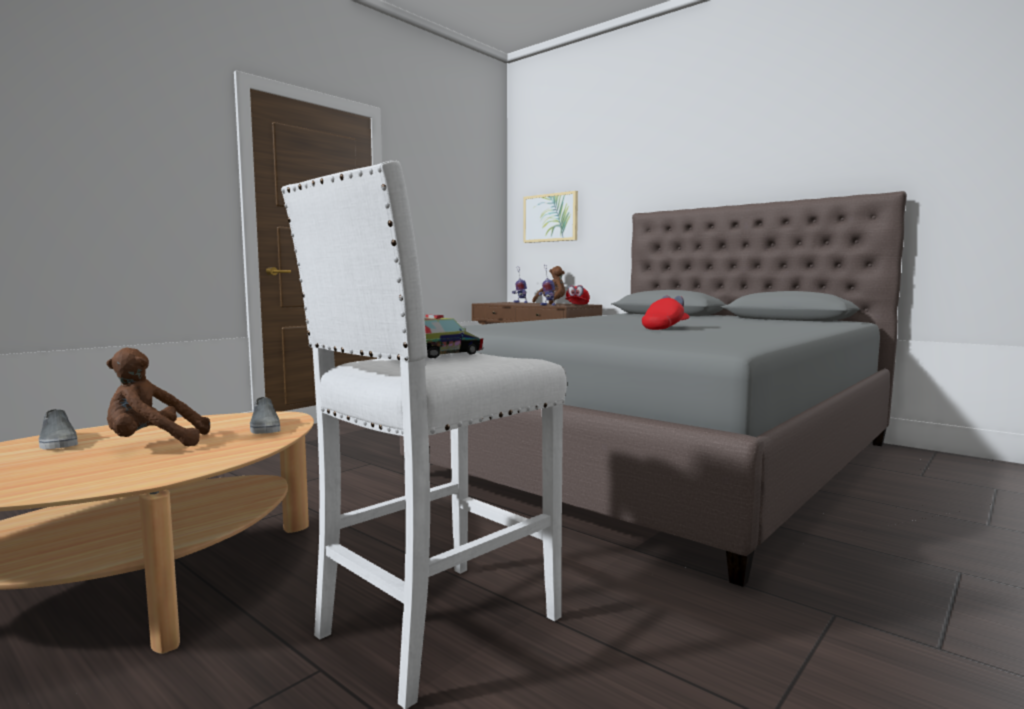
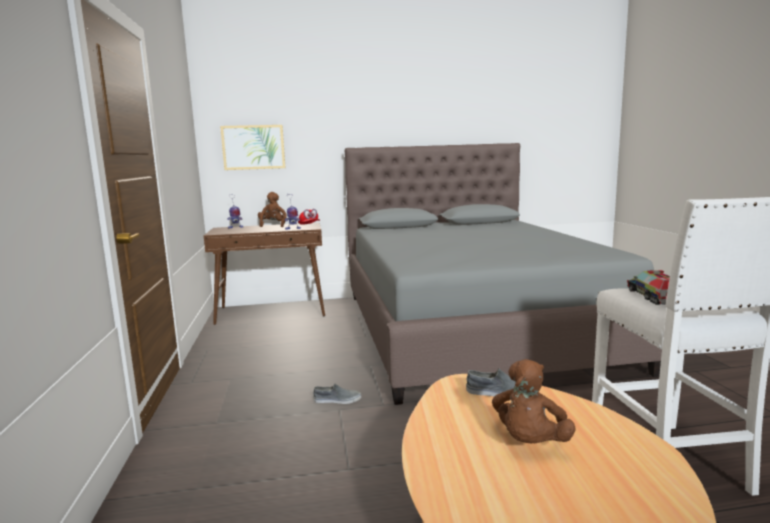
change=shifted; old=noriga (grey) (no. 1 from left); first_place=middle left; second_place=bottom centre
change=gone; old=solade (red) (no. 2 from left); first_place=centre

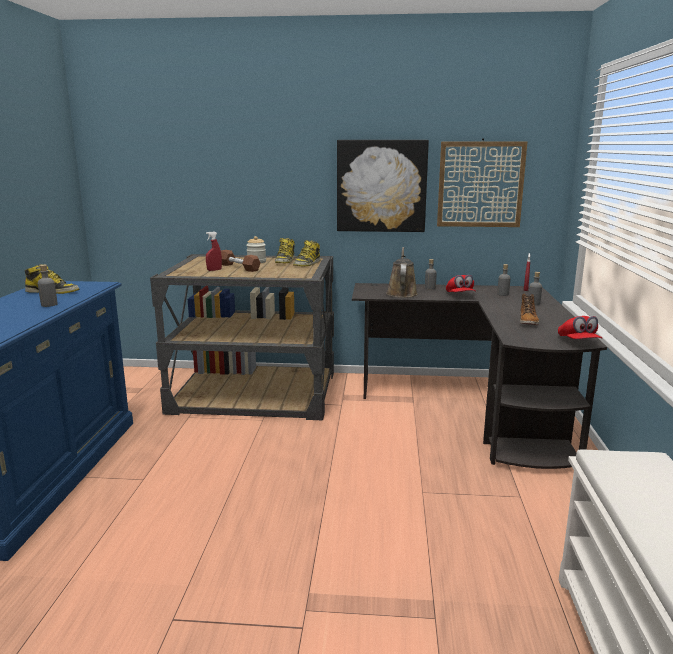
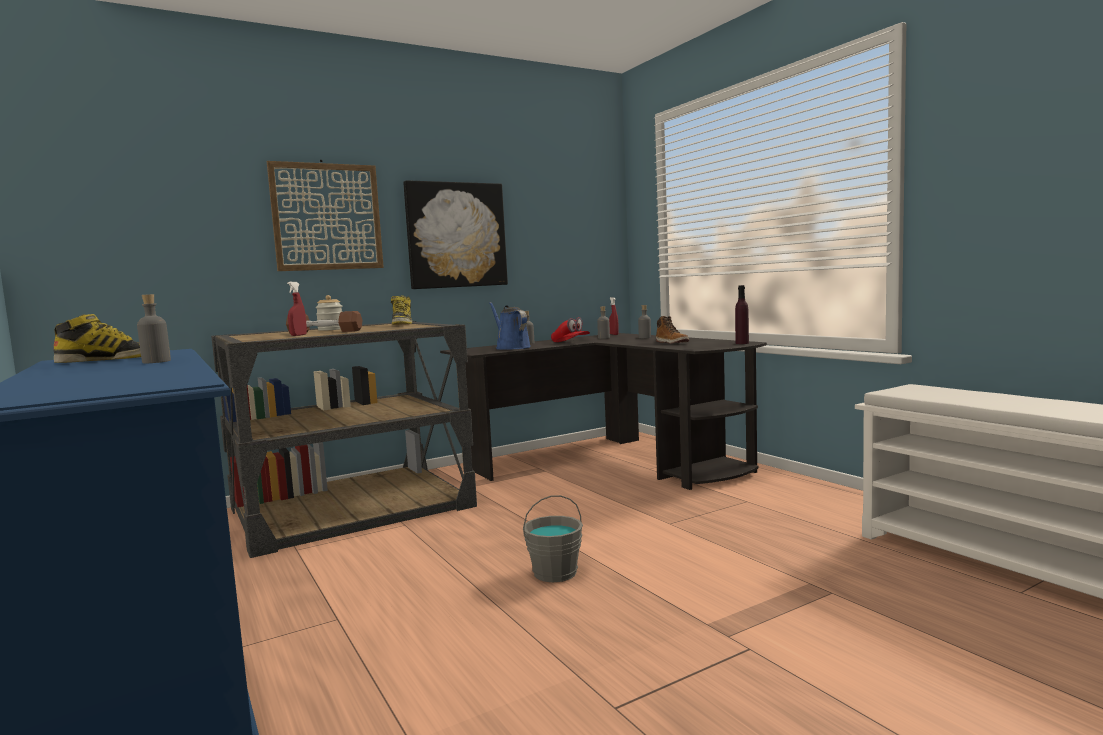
change=gone; old=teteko (no. 2 from left); first_place=centre
change=repainted; old=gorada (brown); new=gorada (blue); first_place=centre; second_place=centre
change=shifted; old=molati (no. 2 from left in the first image); new=molati (no. 1 from left); first_place=top right; second_place=top left
change=swapped; old=solade (red) (no. 2 from left); new=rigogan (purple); first_place=middle right; second_place=middle right
change=new; new=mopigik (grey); second_place=bottom centre

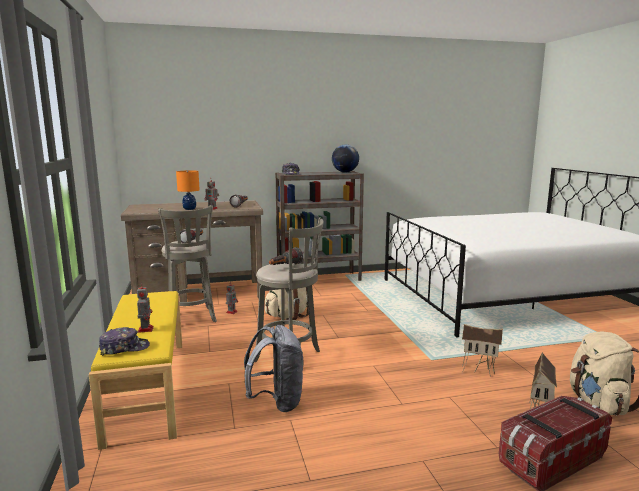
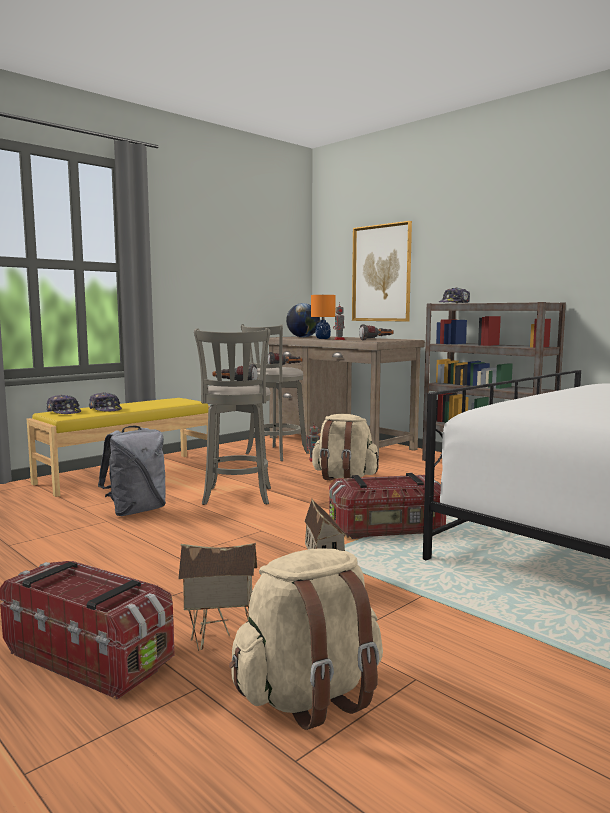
change=swapped; old=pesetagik (no. 1 from left); new=solade (no. 2 from left); first_place=middle left; second_place=middle left
change=shifted; old=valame; first_place=top centre; second_place=centre
change=new; new=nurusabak (no. 2 from left); second_place=centre
change=new; new=molati; second_place=centre

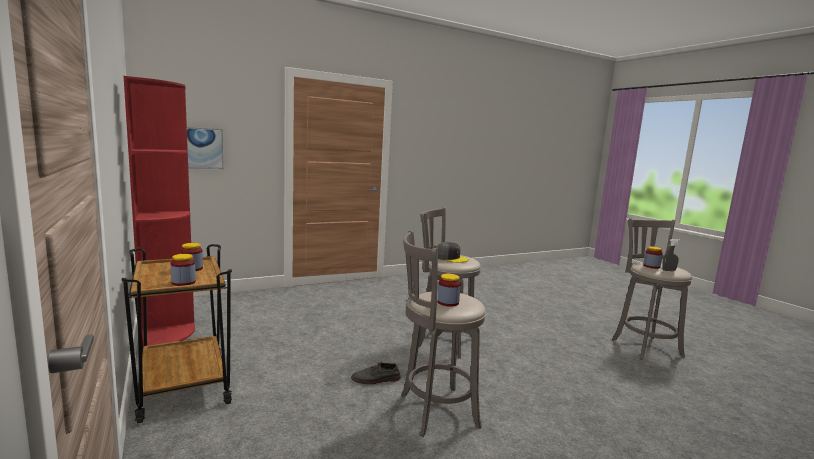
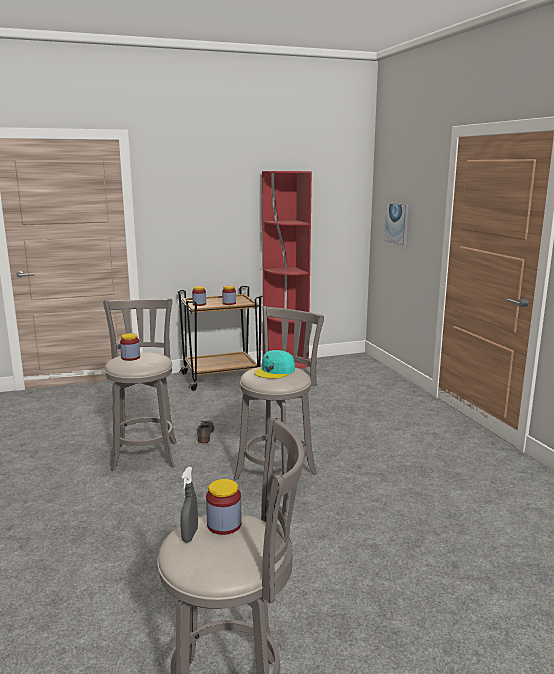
change=repainted; old=solade (grey); new=solade (turquoise); first_place=centre; second_place=centre

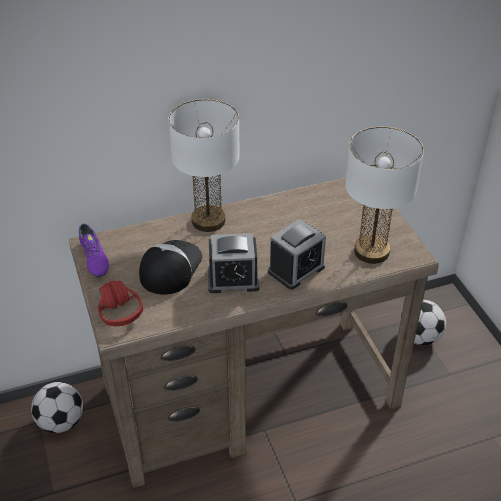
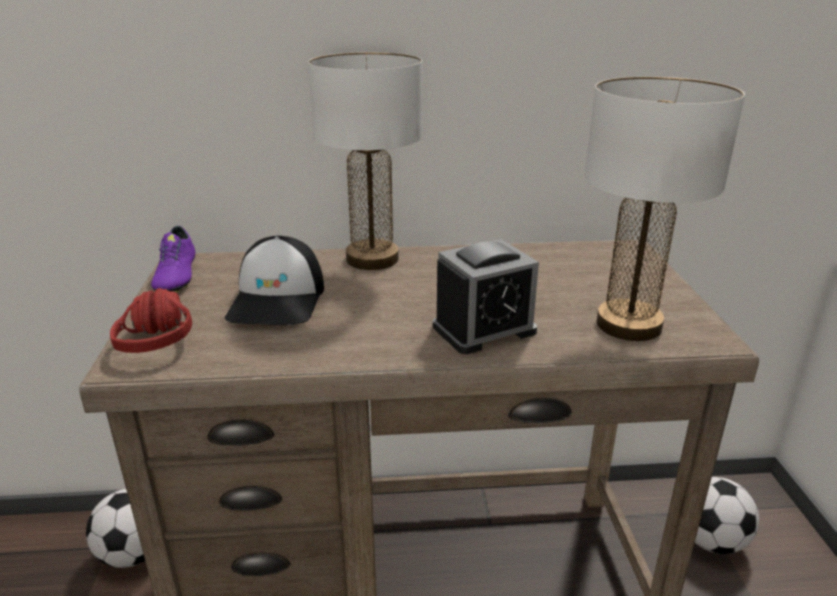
change=rotated; old=solade; first_place=centre; second_place=middle left; degrees=150
change=gone; old=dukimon (no. 1 from left); first_place=centre

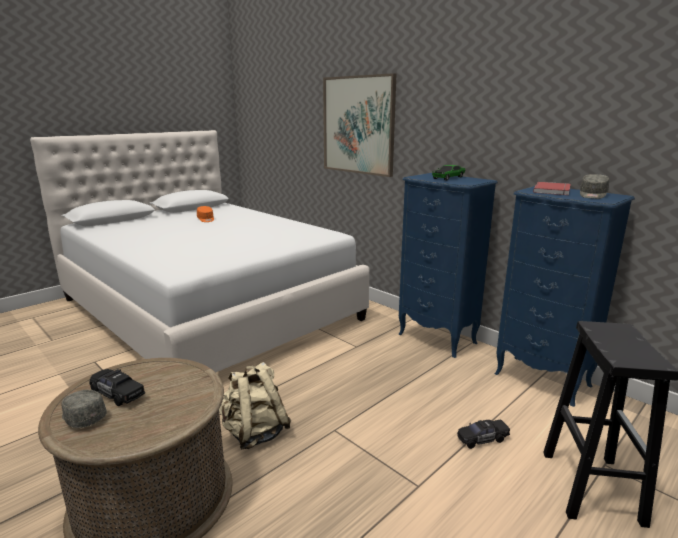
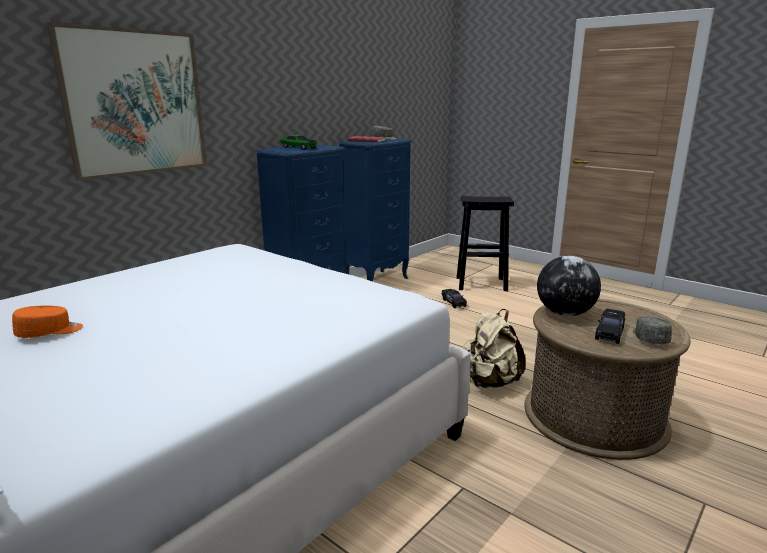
change=rotated; old=solade (grey) (no. 1 from left in the first image); first_place=bottom left; second_place=middle right; degrees=150
change=new; new=valame; second_place=middle right

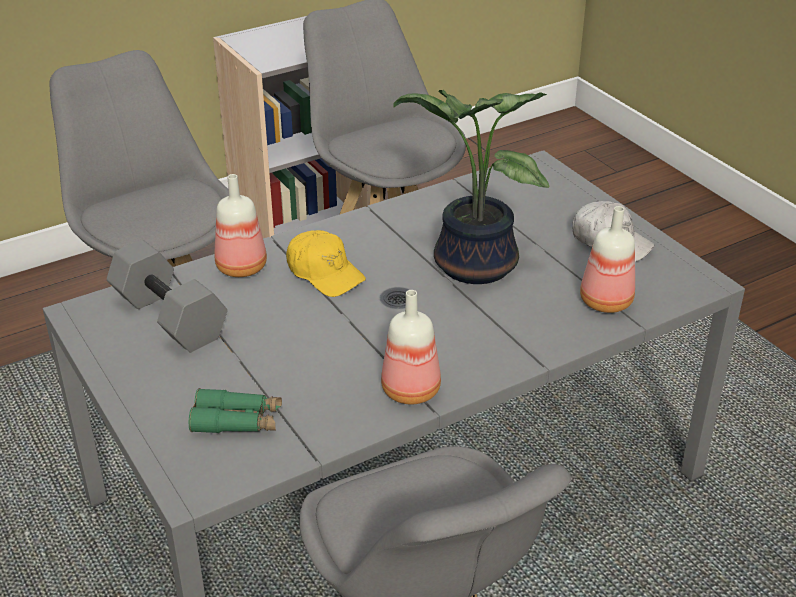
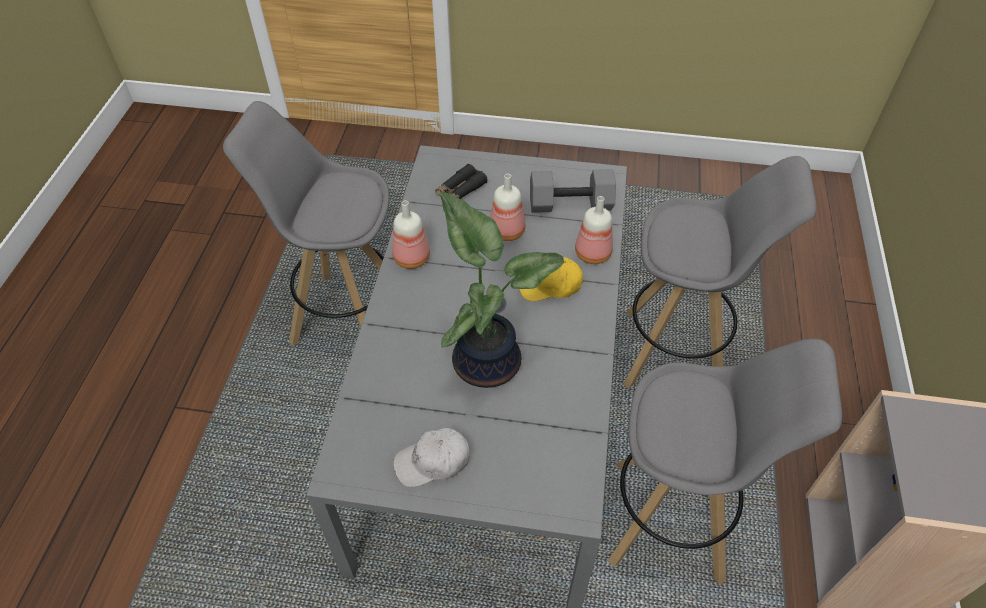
change=repainted; old=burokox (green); new=burokox (black); first_place=bottom left; second_place=top centre
change=shifted; old=rigogan (no. 3 from left in the first image); new=rigogan (no. 2 from left); first_place=middle right; second_place=centre

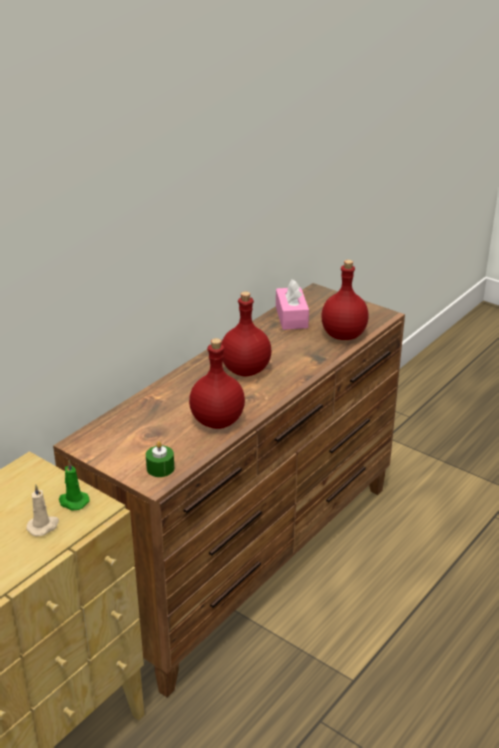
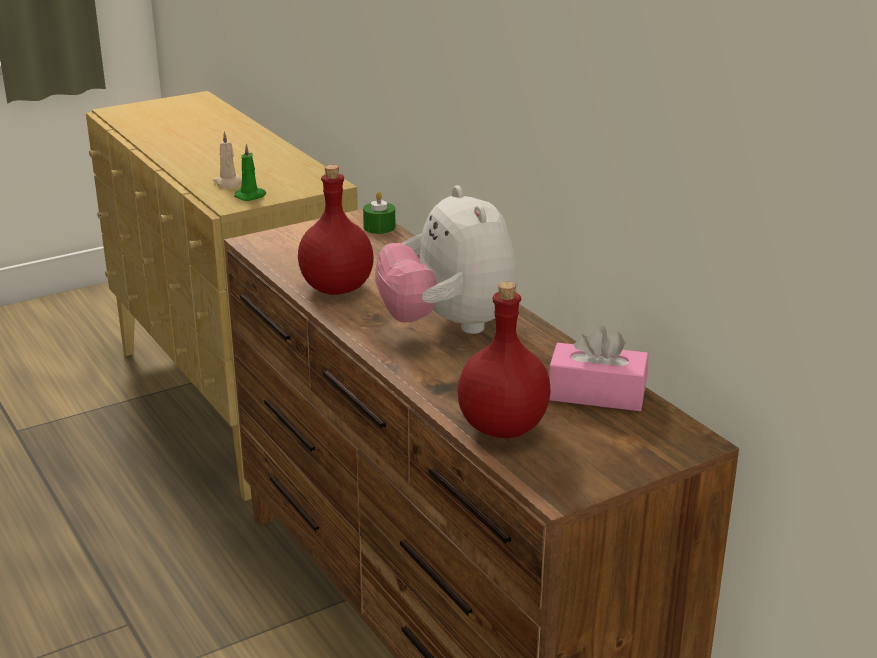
change=shifted; old=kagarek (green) (no. 2 from left); first_place=middle left; second_place=top centre
change=swapped; old=rigogan (red) (no. 2 from left); new=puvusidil; first_place=centre; second_place=centre

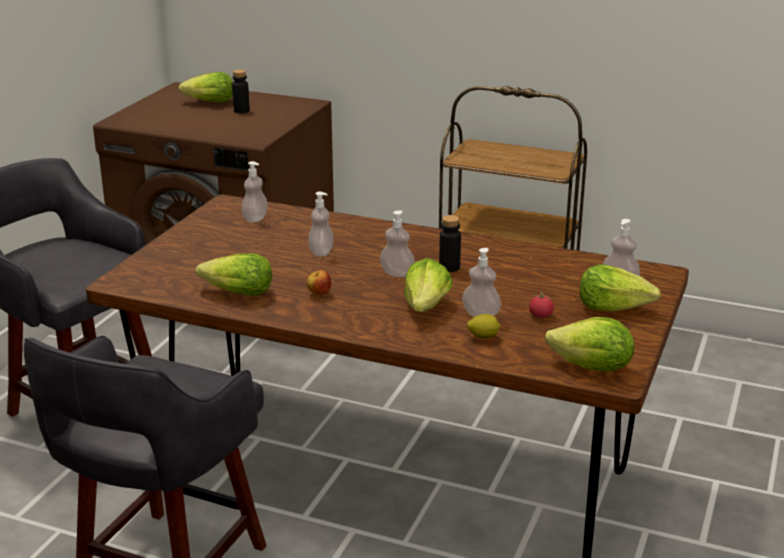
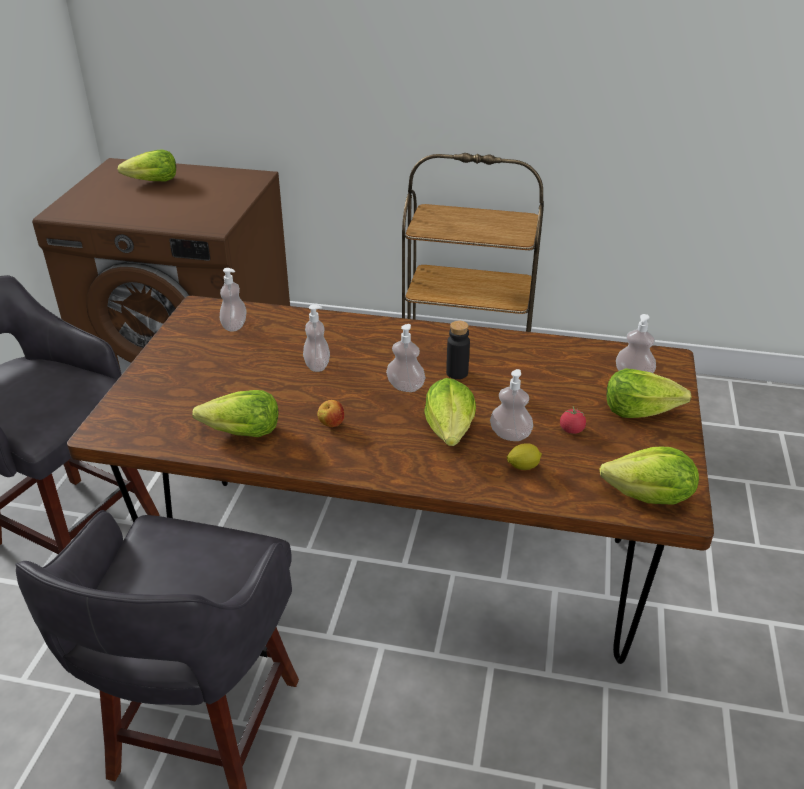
change=gone; old=rigogan (black) (no. 1 from left); first_place=top left

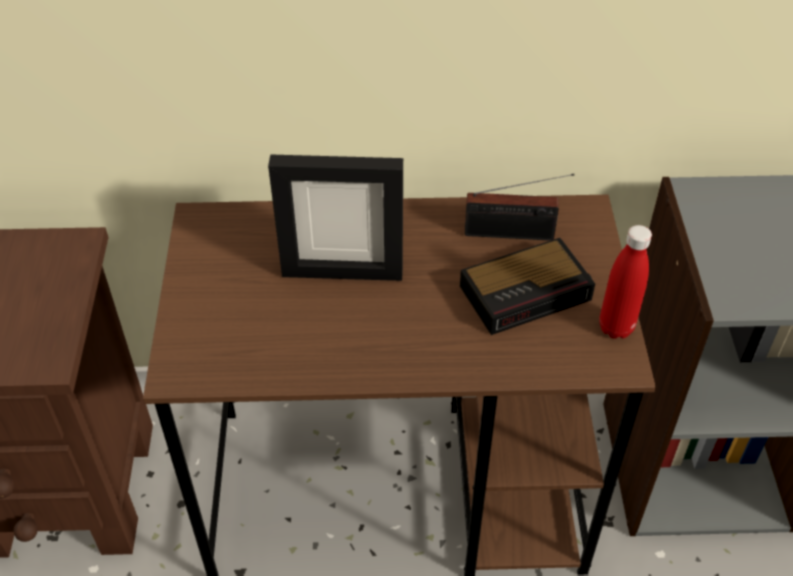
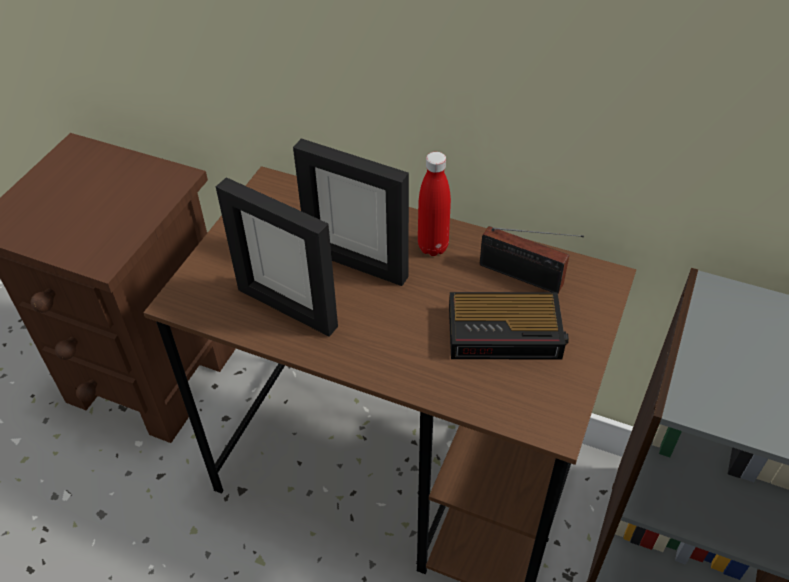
change=shifted; old=rigogan (red); first_place=middle right; second_place=centre
change=new; new=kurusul (no. 1 from left); second_place=centre

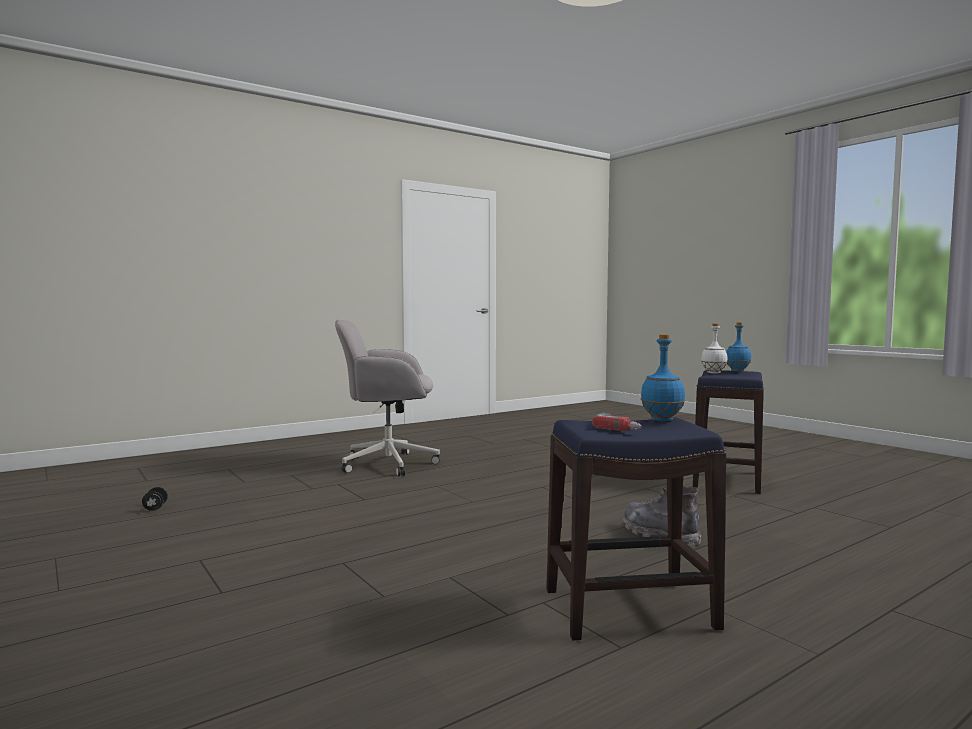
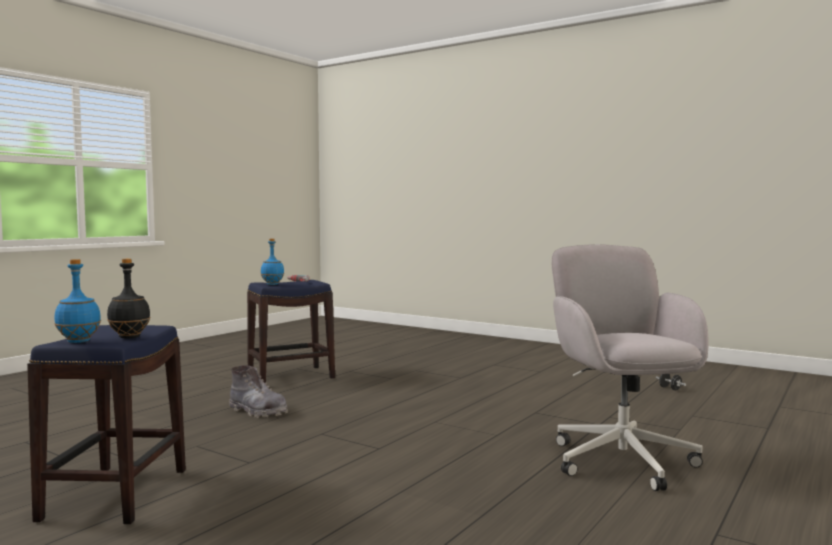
change=rotated; old=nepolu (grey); first_place=centre; second_place=bottom right; degrees=-75
change=repainted; old=rigogan (white); new=rigogan (black); first_place=middle right; second_place=middle left

